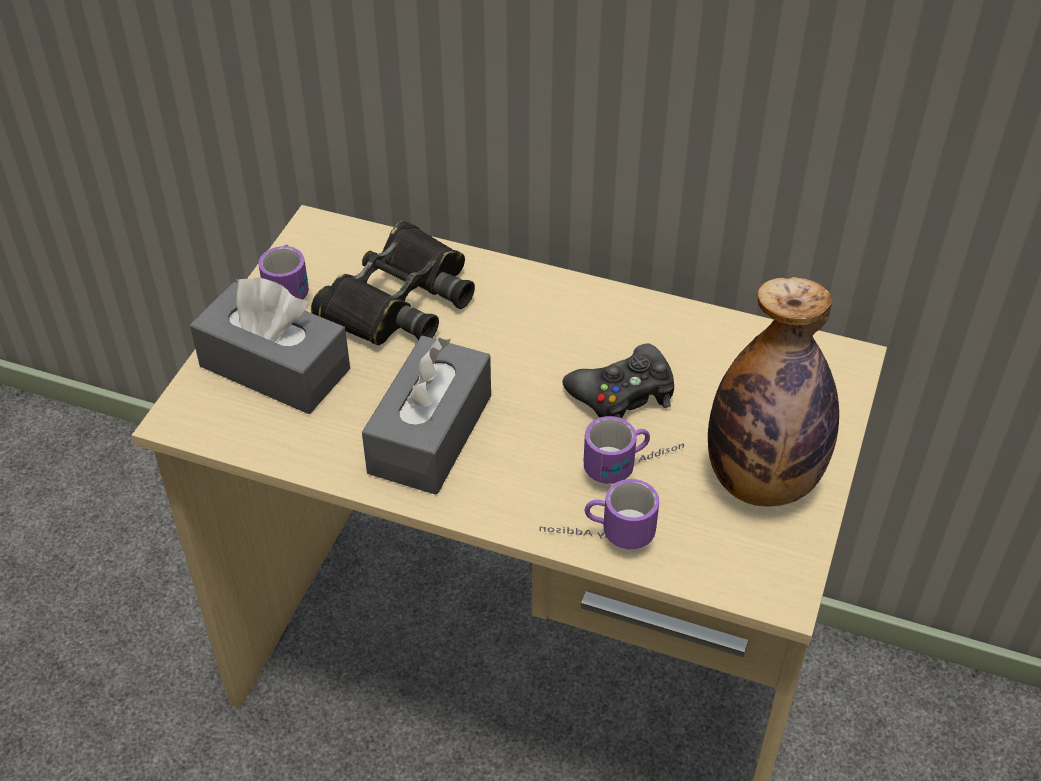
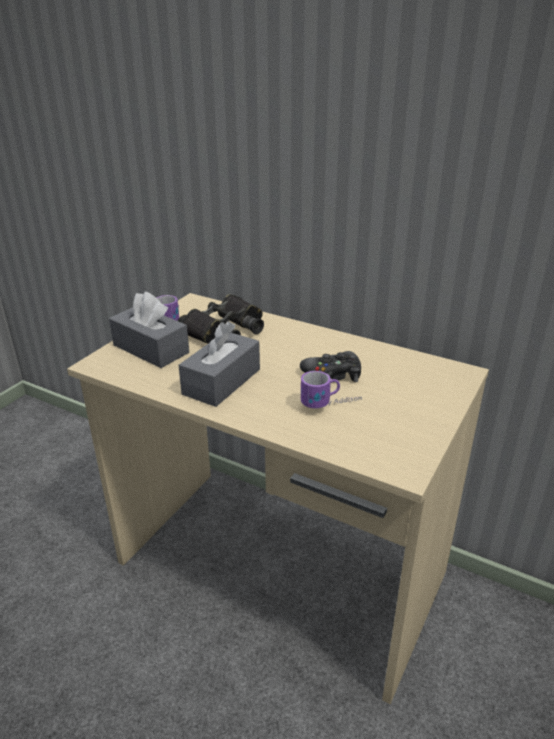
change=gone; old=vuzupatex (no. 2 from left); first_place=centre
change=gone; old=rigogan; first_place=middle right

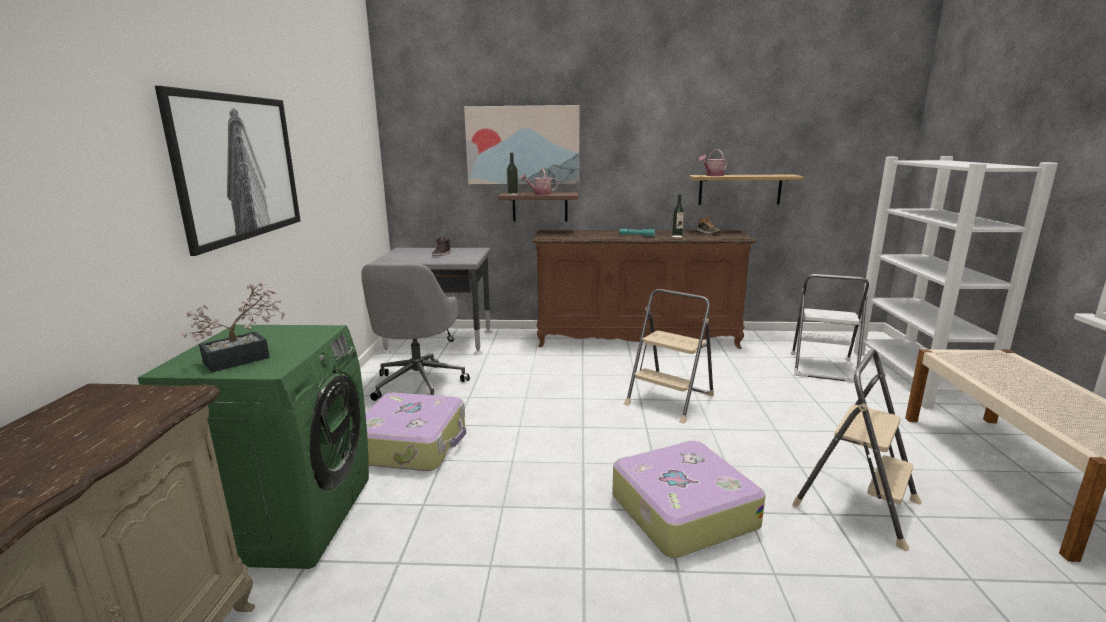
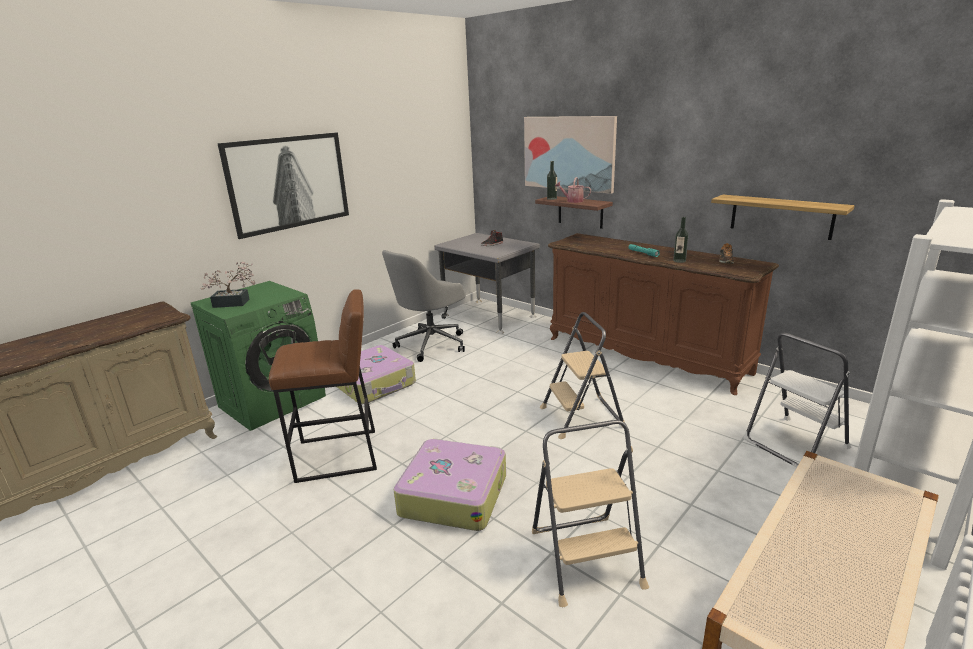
change=gone; old=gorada (no. 2 from left); first_place=top centre
change=new; new=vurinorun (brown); second_place=middle left

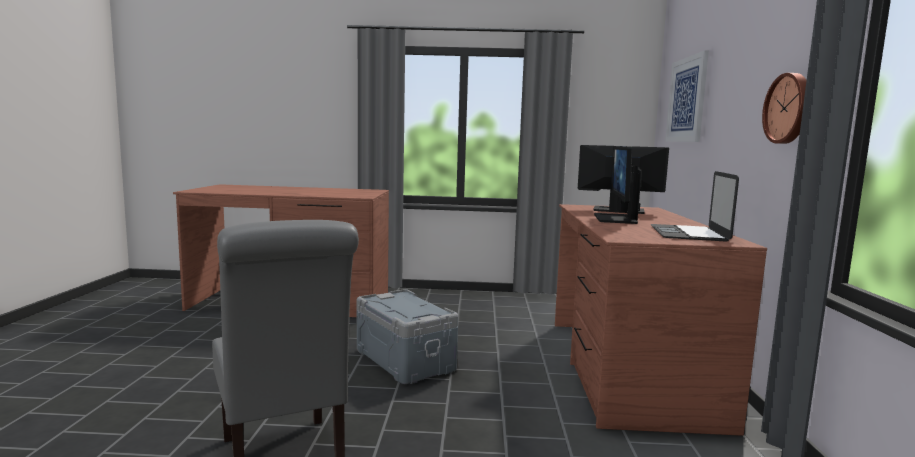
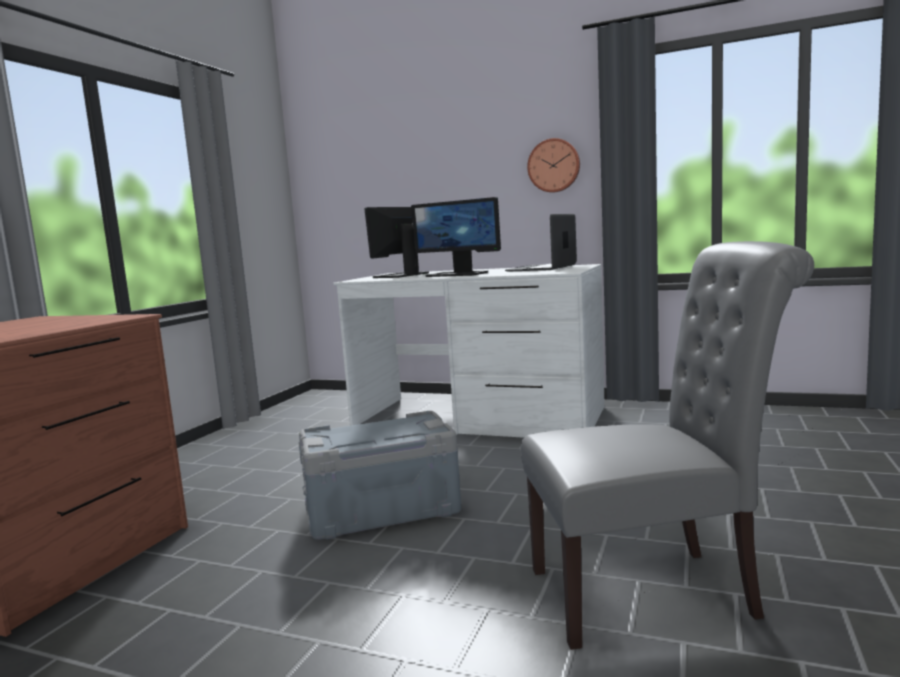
change=repainted; old=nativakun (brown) (no. 2 from left); new=nativakun (white); first_place=bottom right; second_place=centre
change=rotated; old=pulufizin; first_place=middle right; second_place=centre; degrees=90
change=gone; old=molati; first_place=top right

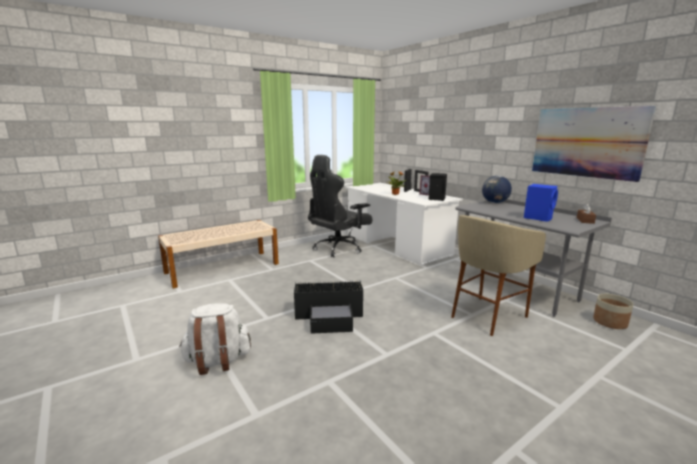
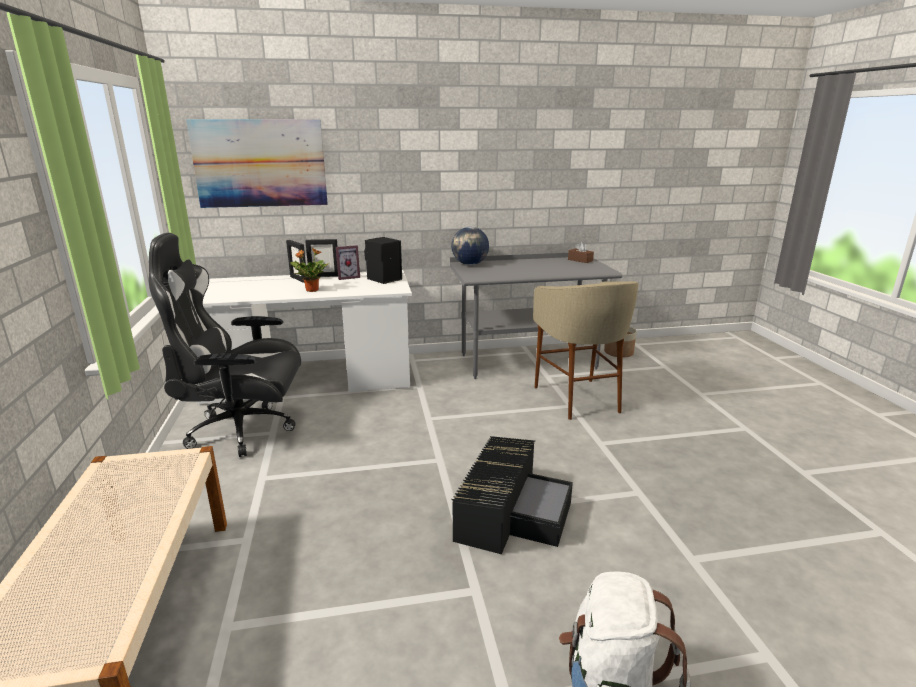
change=rotated; old=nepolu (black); first_place=centre; second_place=middle left; degrees=105
change=gone; old=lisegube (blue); first_place=middle right
change=shifted; old=molati; first_place=top right; second_place=top left

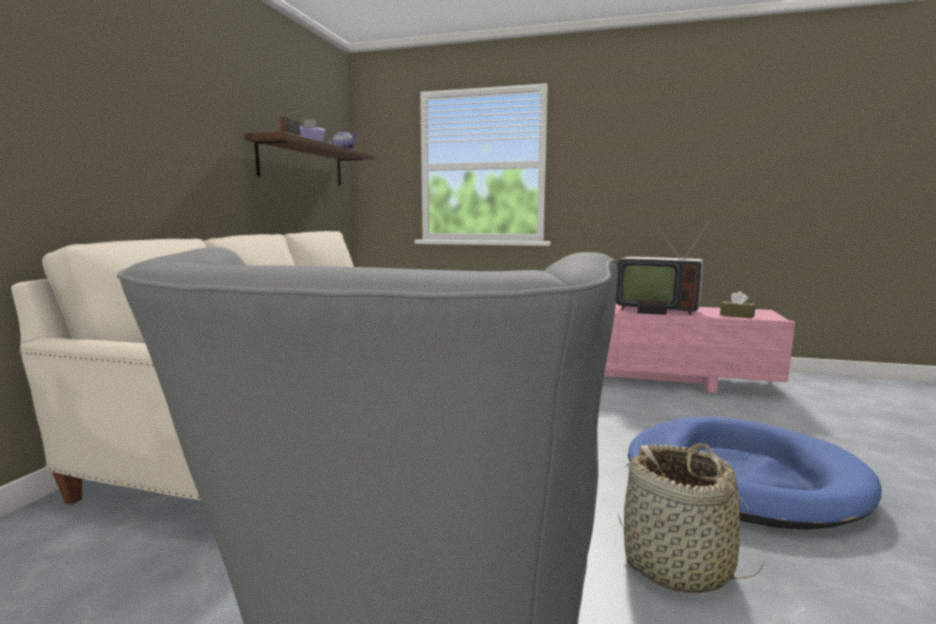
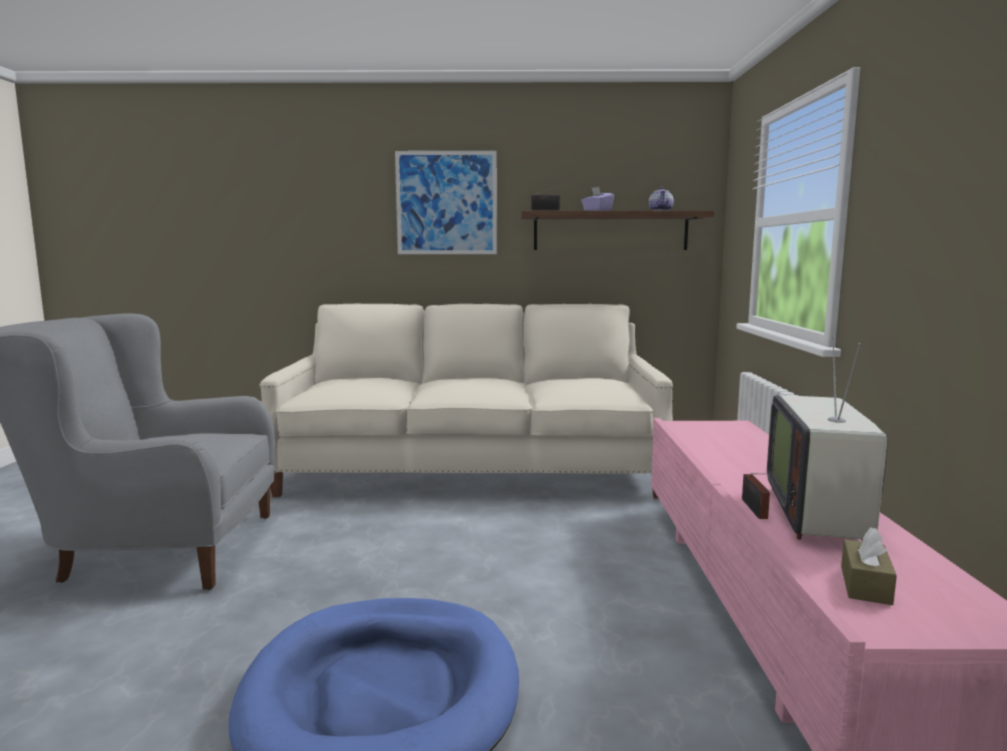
change=gone; old=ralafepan; first_place=bottom right
change=new; new=molati; second_place=top centre

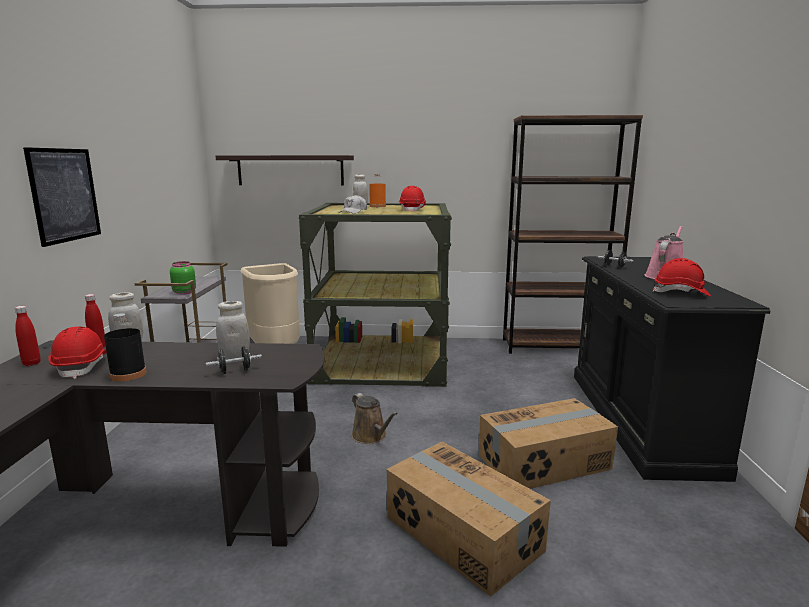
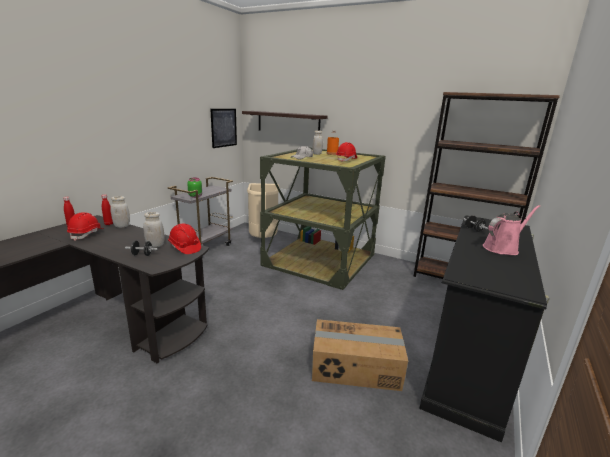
change=shifted; old=molati; first_place=top left; second_place=top centre
change=gone; old=rigogan (black); first_place=middle left
change=gone; old=gorada (brown); first_place=bottom centre
change=gone; old=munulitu (no. 1 from left); first_place=bottom centre
change=shifted; old=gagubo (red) (no. 3 from left in the first image); new=gagubo (red) (no. 2 from left); first_place=middle right; second_place=middle left

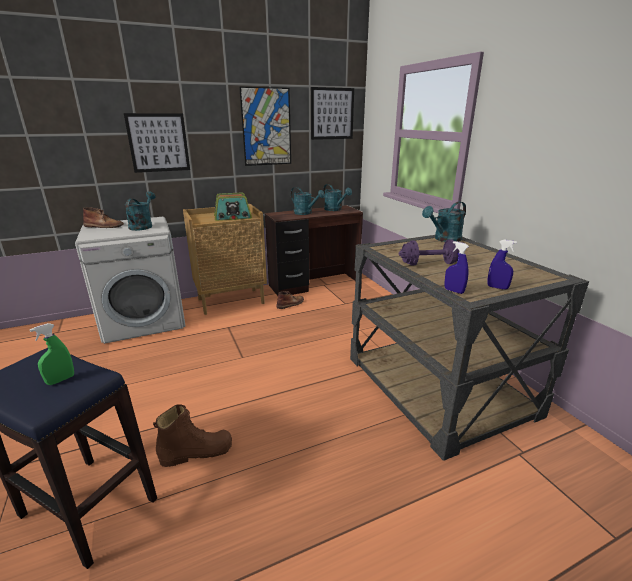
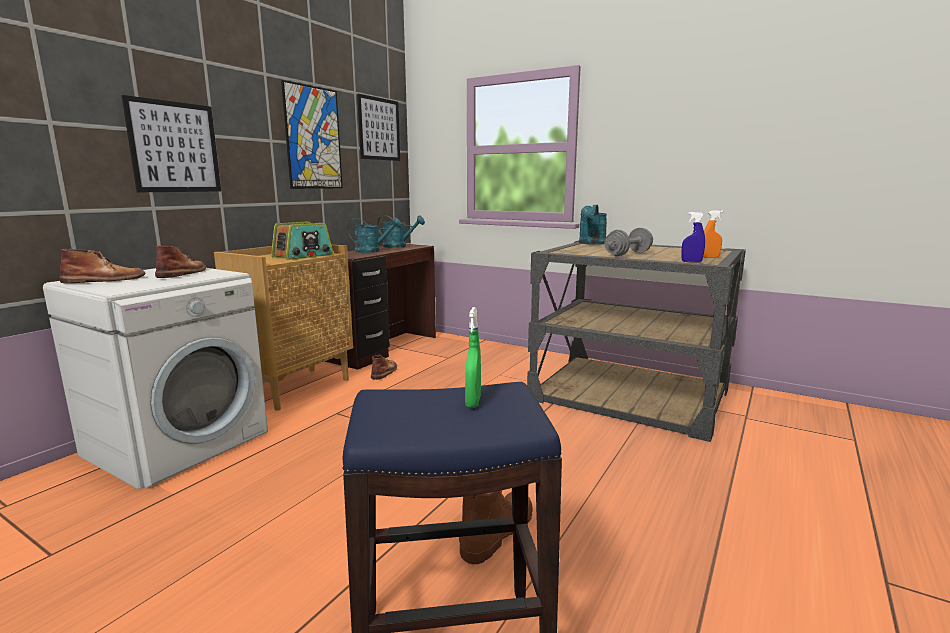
change=swapped; old=gorada (turquoise) (no. 1 from left); new=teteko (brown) (no. 2 from left); first_place=middle left; second_place=middle left
change=repainted; old=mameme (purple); new=mameme (grey); first_place=middle right; second_place=centre
change=repainted; old=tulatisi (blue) (no. 2 from left); new=tulatisi (orange); first_place=middle right; second_place=middle right

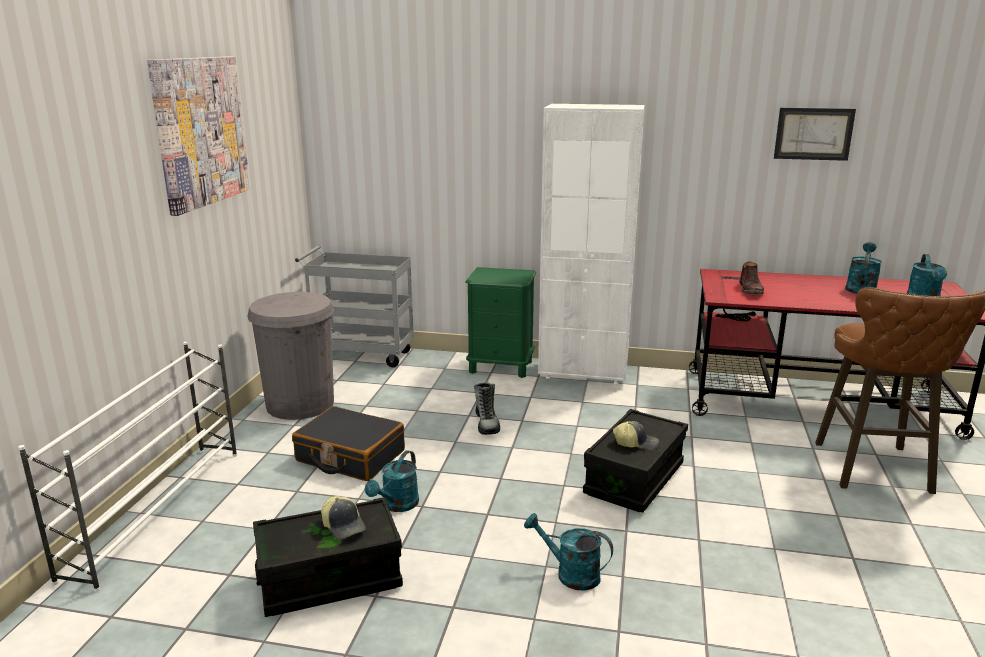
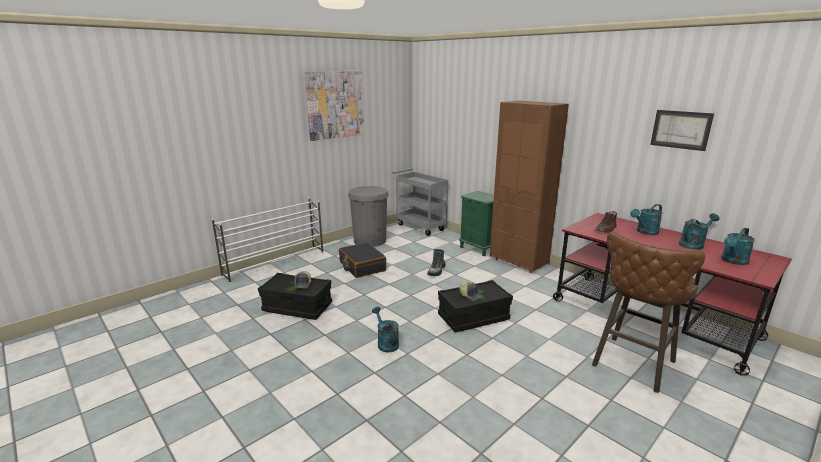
change=shifted; old=gorada (turquoise) (no. 1 from left in the first image); new=gorada (turquoise) (no. 2 from left); first_place=bottom centre; second_place=middle right
change=repainted; old=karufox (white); new=karufox (brown); first_place=centre; second_place=centre

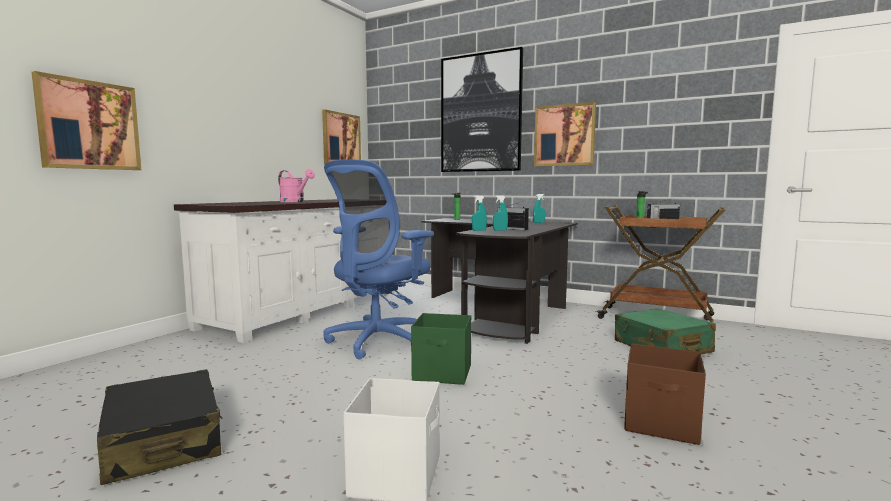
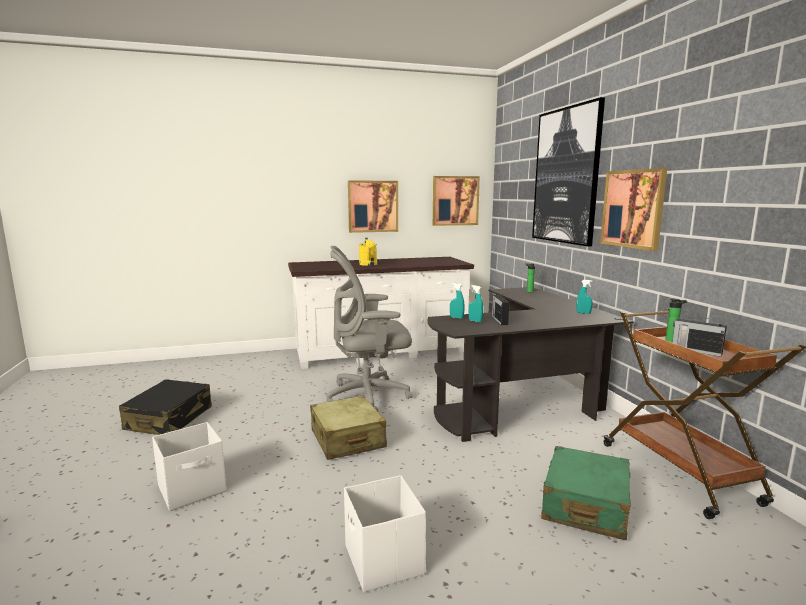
change=shifted; old=molati (no. 1 from left); first_place=top left; second_place=centre
change=repainted; old=gorada (pink); new=gorada (yellow); first_place=middle left; second_place=centre
change=repainted; old=nepolu (blue); new=nepolu (grey); first_place=centre; second_place=centre
change=swapped; old=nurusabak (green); new=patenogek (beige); first_place=bottom centre; second_place=bottom centre
change=repainted; old=nurusabak (brown); new=nurusabak (white) (no. 2 from left); first_place=bottom right; second_place=bottom centre

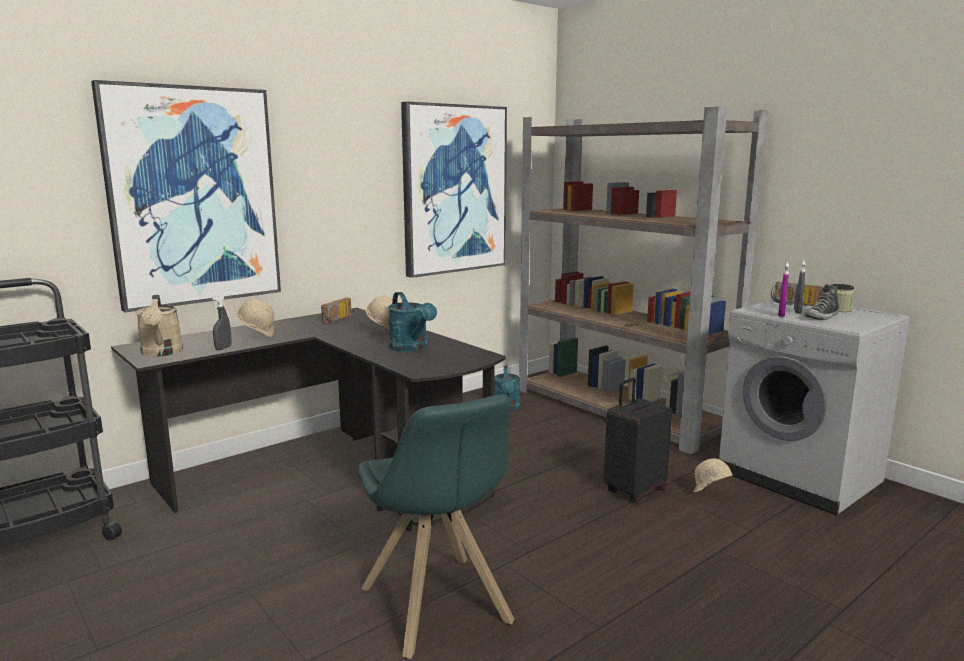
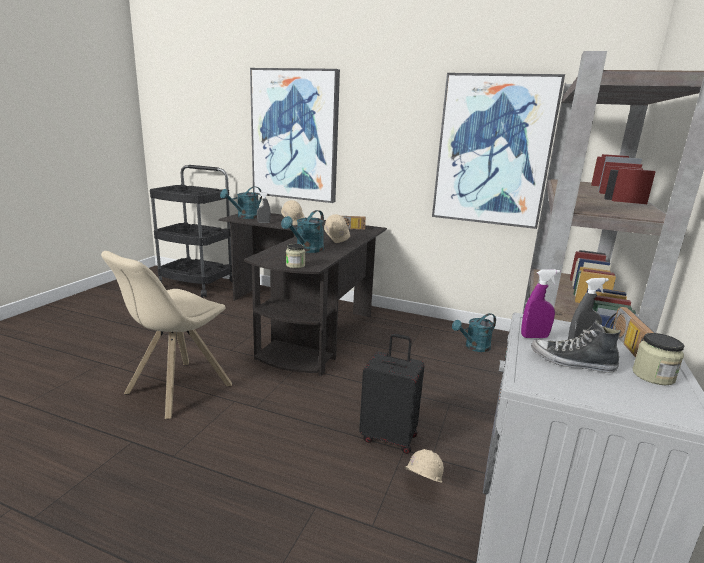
change=repainted; old=gorada (beige); new=gorada (turquoise) (no. 1 from left); first_place=middle left; second_place=centre
change=repainted; old=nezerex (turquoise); new=nezerex (beige); first_place=bottom centre; second_place=middle left
change=new; new=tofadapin (no. 1 from left); second_place=centre

